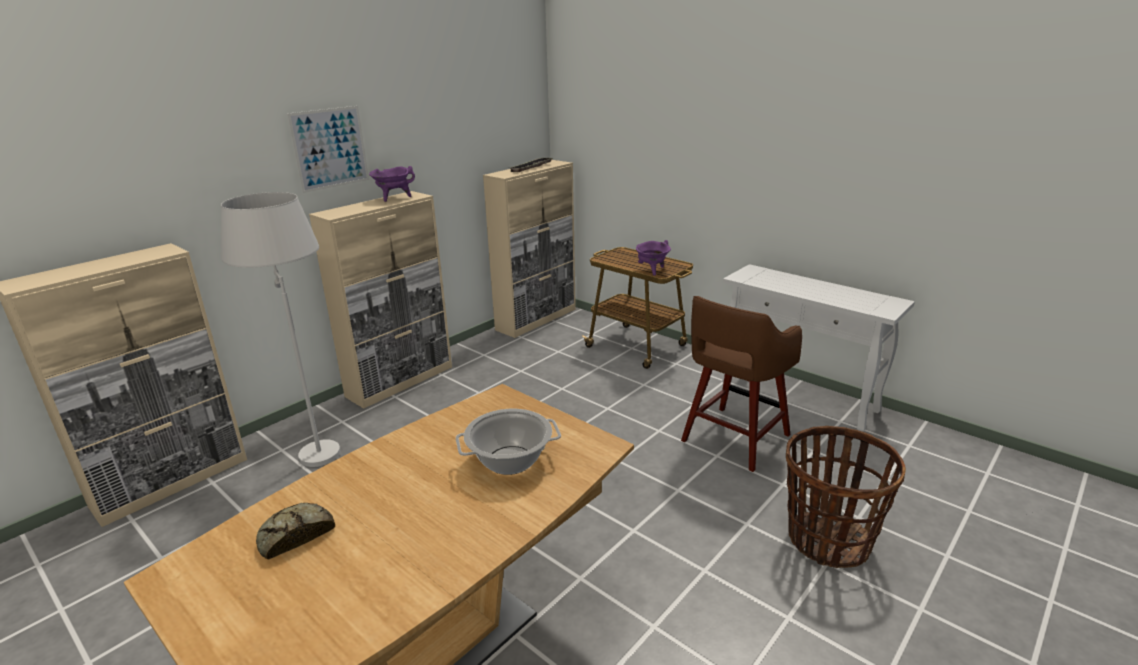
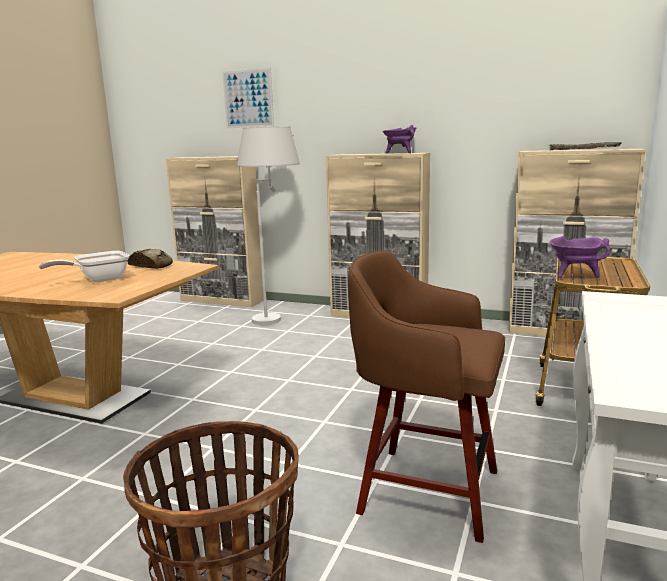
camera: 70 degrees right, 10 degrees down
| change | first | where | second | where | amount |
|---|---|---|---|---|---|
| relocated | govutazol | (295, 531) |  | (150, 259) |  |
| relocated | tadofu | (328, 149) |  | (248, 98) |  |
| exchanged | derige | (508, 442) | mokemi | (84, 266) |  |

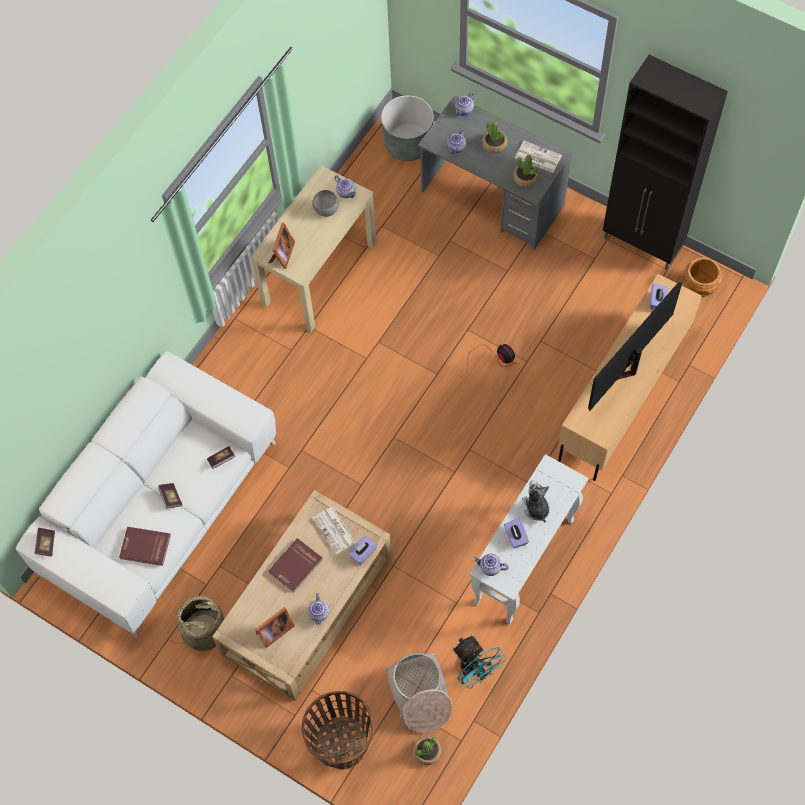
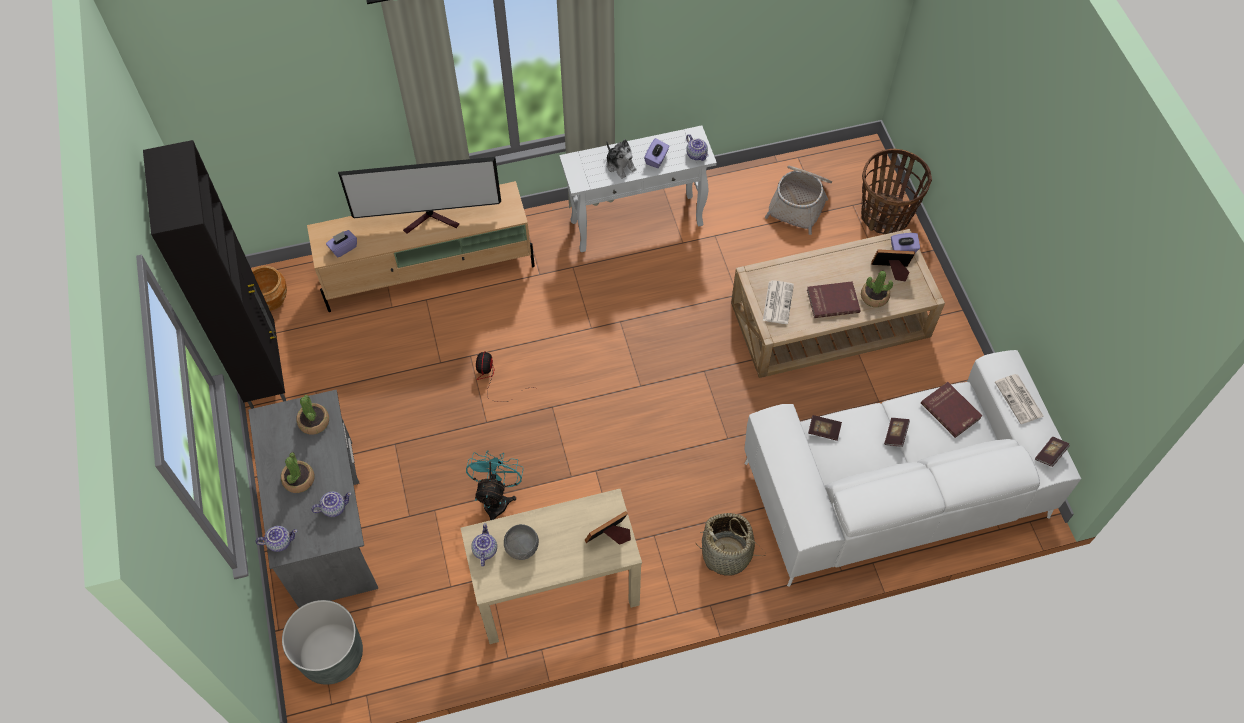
camera: 140 degrees left, 5 degrees down
| change | first | where | second | where | amount |
|---|---|---|---|---|---|
| missing | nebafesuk | (318, 609) |  |  |  |
| relocated | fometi | (200, 623) |  | (731, 544) |  |
| relocated | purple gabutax | (362, 550) |  | (905, 243) |  |
| relocated | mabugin | (427, 750) |  | (877, 289) |  |
| relocated | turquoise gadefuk | (479, 662) |  | (495, 485) |  |
| relocated | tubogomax | (538, 157) |  | (1019, 399) |  |
| spun | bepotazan | (536, 501) |  | (622, 159) | 60 degrees counterclockwise |

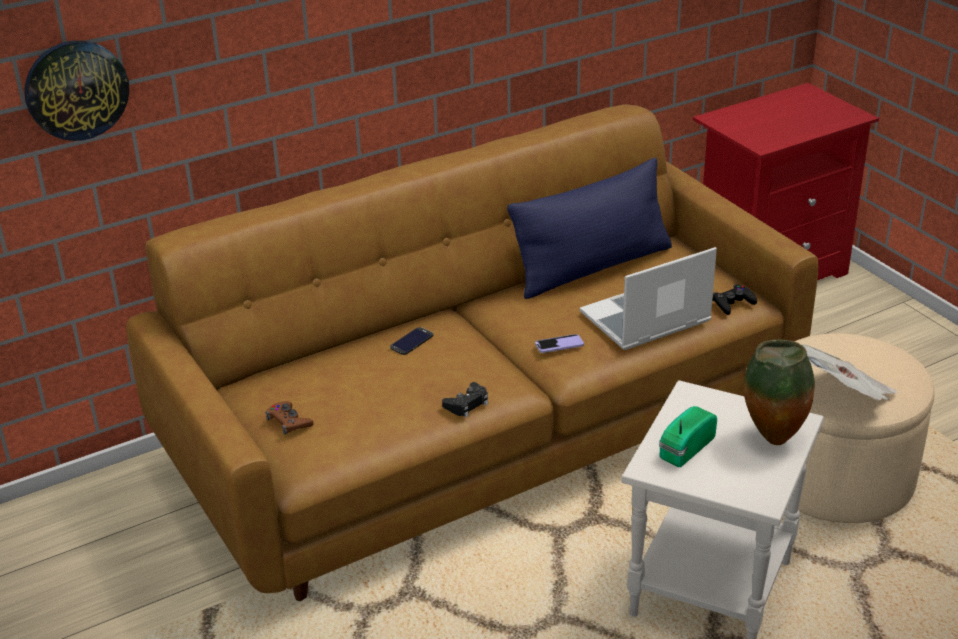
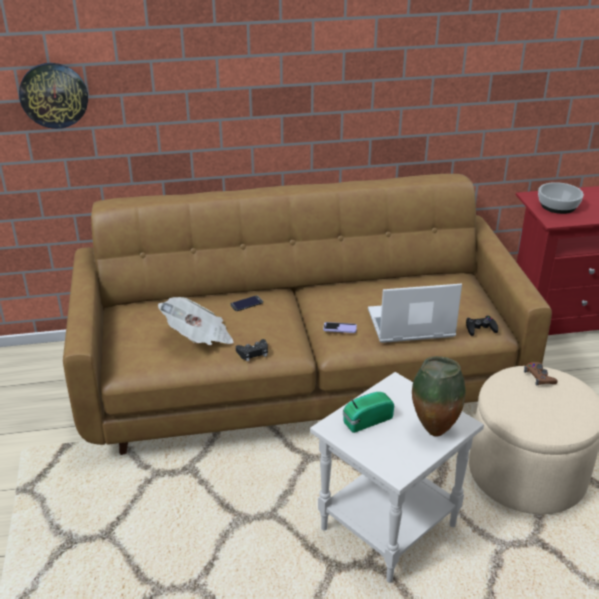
camera: 20 degrees right, 0 degrees up
| change | first | where | second | where | amount |
|---|---|---|---|---|---|
| missing | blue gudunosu | (589, 228) |  |  |  |
| appeared |  |  | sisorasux | (561, 198) |  |
| relocated | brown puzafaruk | (289, 418) |  | (541, 374) |  |
| relocated | tubogomax | (850, 372) |  | (196, 321) |  |

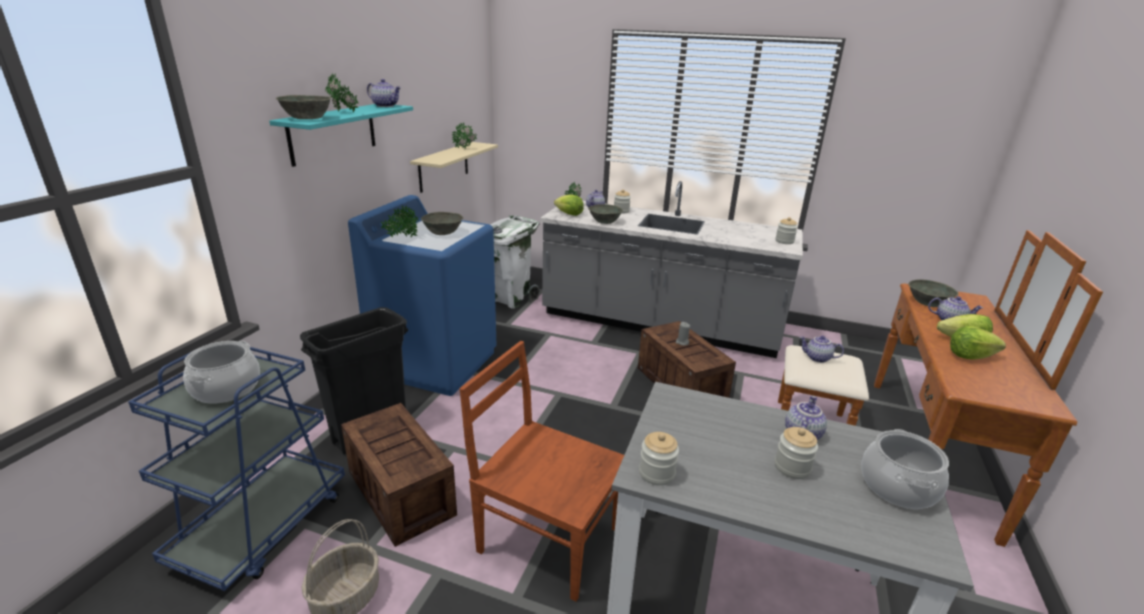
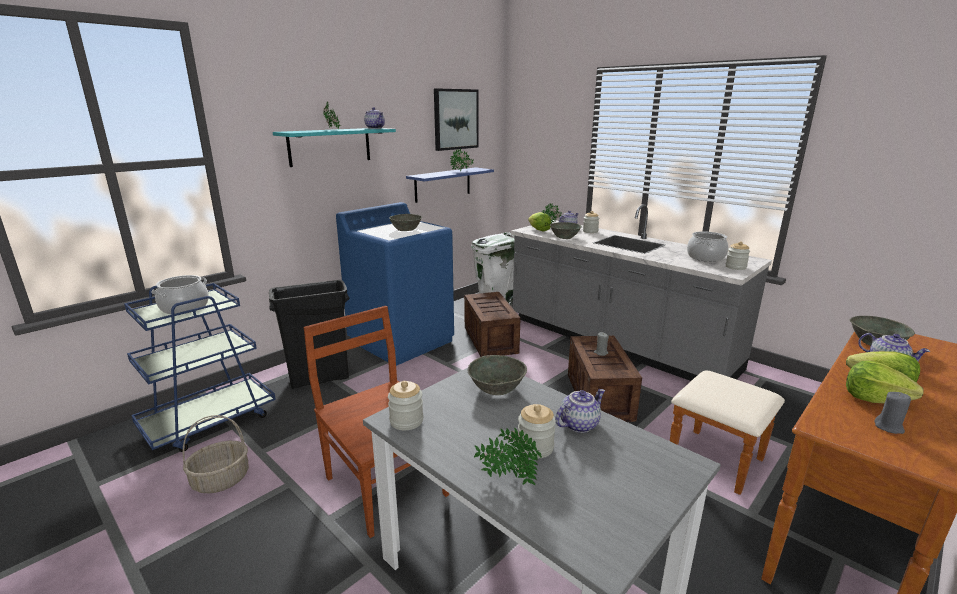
camera: 25 degrees right, 5 degrees down
| change | first | where | second | where | amount |
|---|---|---|---|---|---|
| missing | nebafesuk | (821, 349) |  |  |  |
| appeared |  |  | tadofu | (456, 119) |  |
| appeared |  |  | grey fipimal | (893, 413) |  |
| relocated | grey sisorasux | (303, 107) |  | (497, 375) |  |
| relocated | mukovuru | (399, 475) |  | (492, 324) |  |
| relocated | mabugin | (400, 222) |  | (508, 456) |  |
| relocated | derige | (905, 469) |  | (708, 246) |  |
| colour | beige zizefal | (454, 167) | blue zizefal | (450, 185) |  |

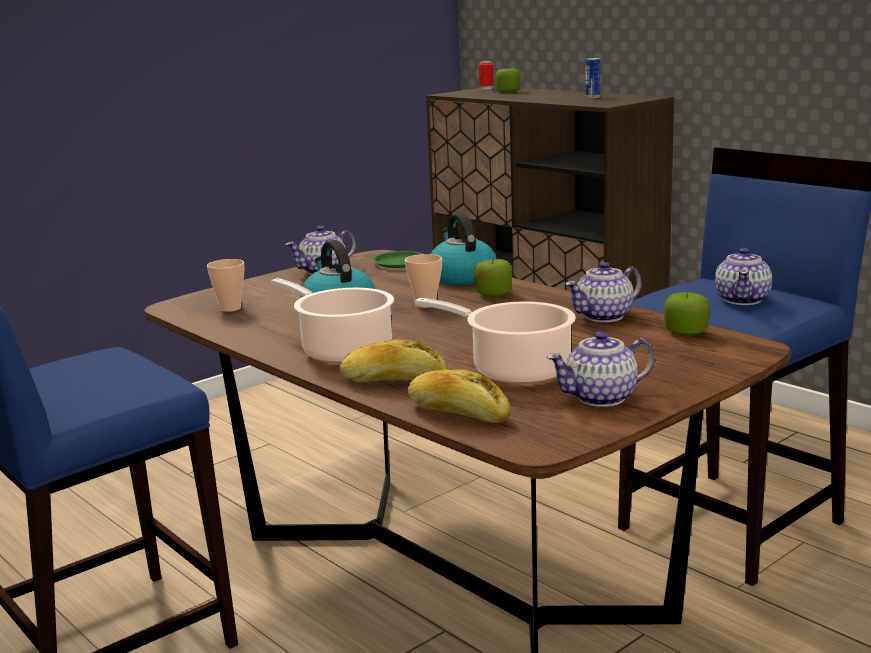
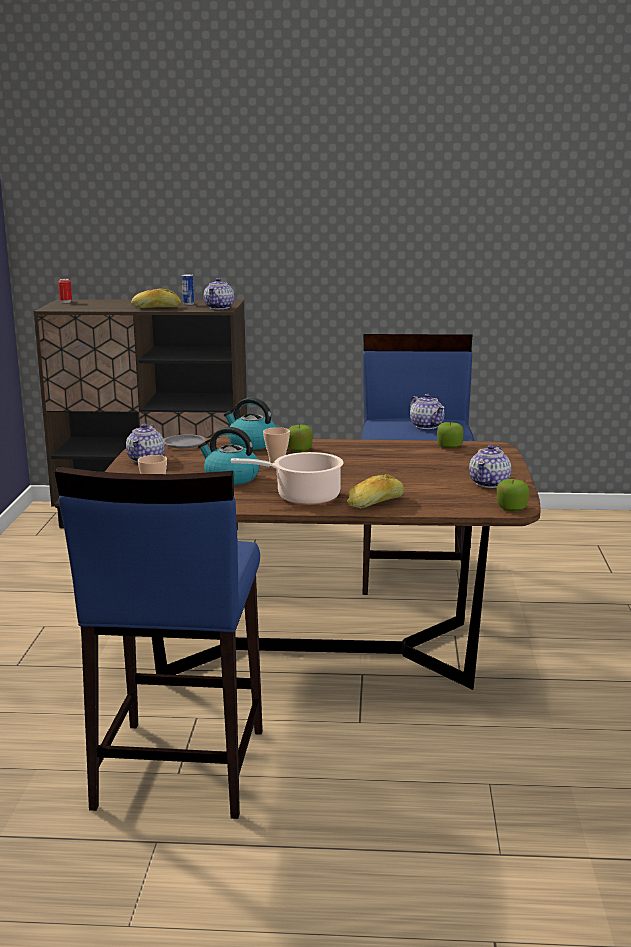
camera: 45 degrees left, 0 degrees up
| change | first | where | second | where | amount |
|---|---|---|---|---|---|
| missing | derige | (495, 341) |  |  |  |
| relocated | govutazol | (459, 396) |  | (156, 298) |  |
| relocated | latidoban | (508, 80) |  | (513, 495) |  |
| relocated | nebafesuk | (603, 292) |  | (219, 293) |  |
| colour | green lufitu | (397, 259) | grey lufitu | (185, 441) |  |

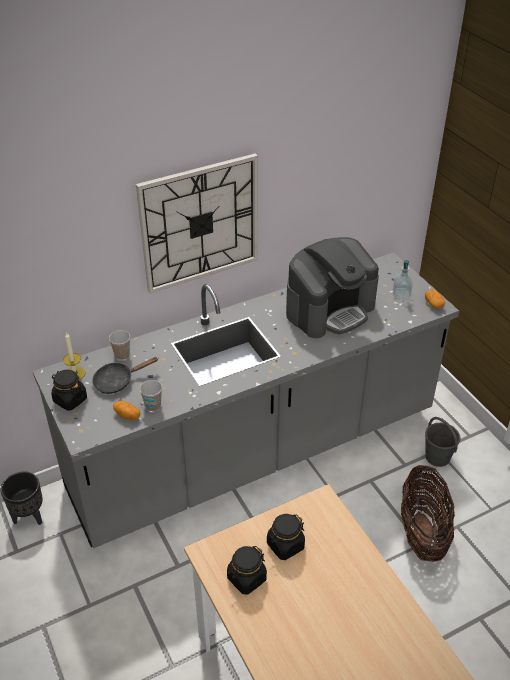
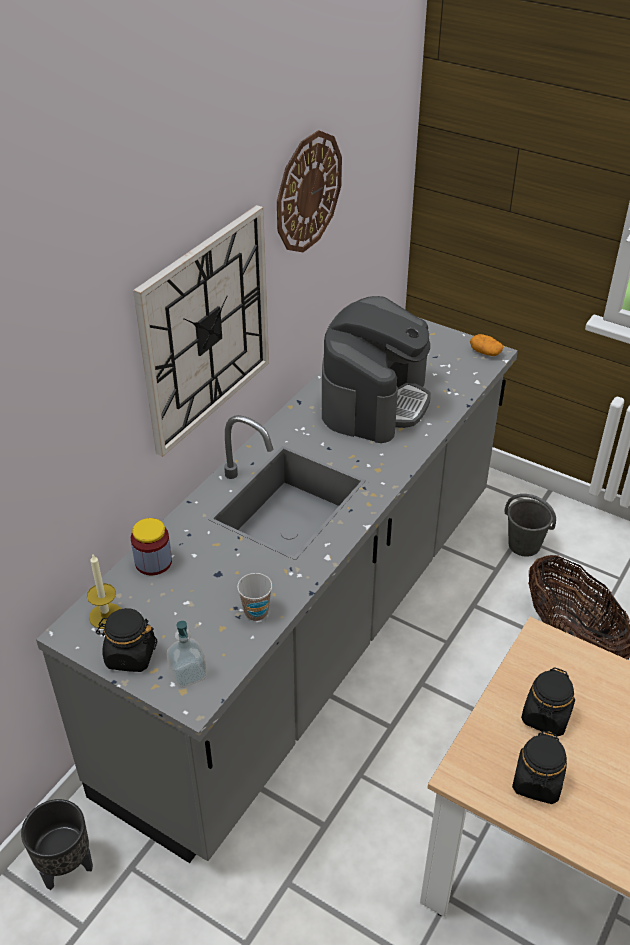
camera: 30 degrees left, 0 degrees up
| change | first | where | second | where | amount |
|---|---|---|---|---|---|
| missing | black mokemi | (125, 375) |  |  |  |
| missing | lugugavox | (127, 410) |  |  |  |
| appeared |  |  | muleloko | (309, 191) |  |
| relocated | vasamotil | (403, 279) |  | (187, 654) |  |
| exchanged | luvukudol | (119, 345) | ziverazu | (151, 546) |  |

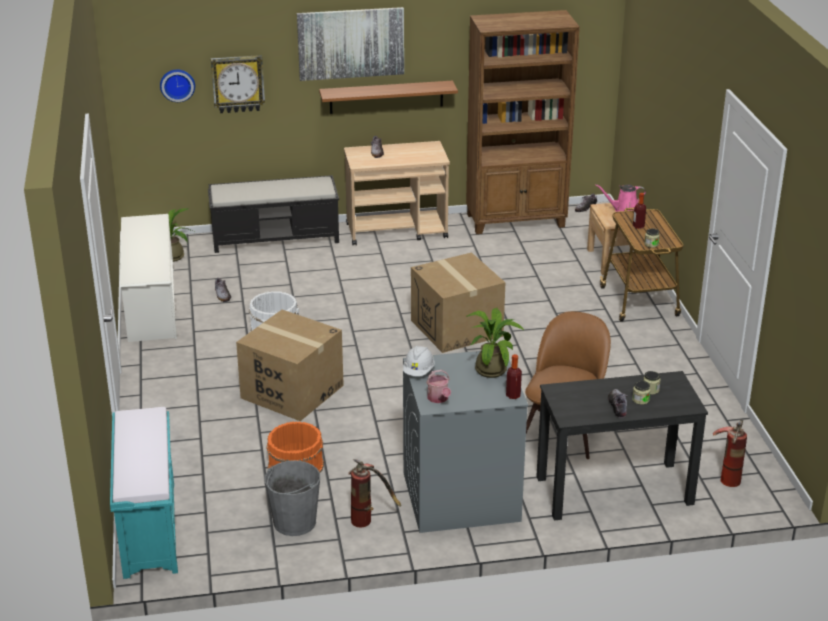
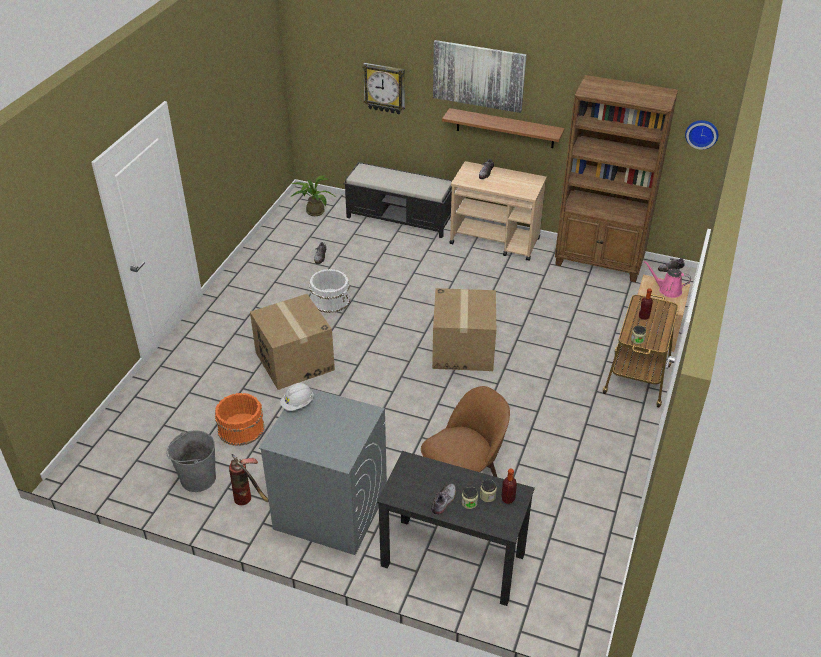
camera: 30 degrees right, 10 degrees up
| change | first | where | second | where | amount |
|---|---|---|---|---|---|
| missing | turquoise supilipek | (144, 493) |  |  |  |
| missing | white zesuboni | (148, 278) |  |  |  |
| missing | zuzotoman | (438, 386) |  |  |  |
| missing | mabugin | (495, 343) |  |  |  |
| missing | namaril | (730, 453) |  |  |  |
| relocated | muleloko | (177, 86) |  | (701, 135) |  |
| relocated | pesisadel | (514, 376) |  | (509, 486) |  |

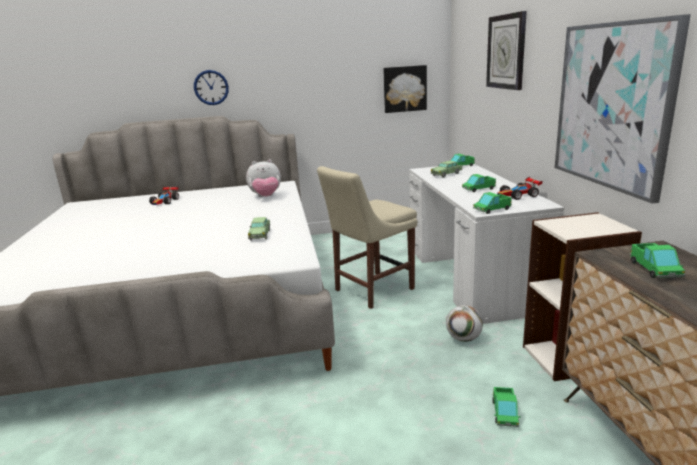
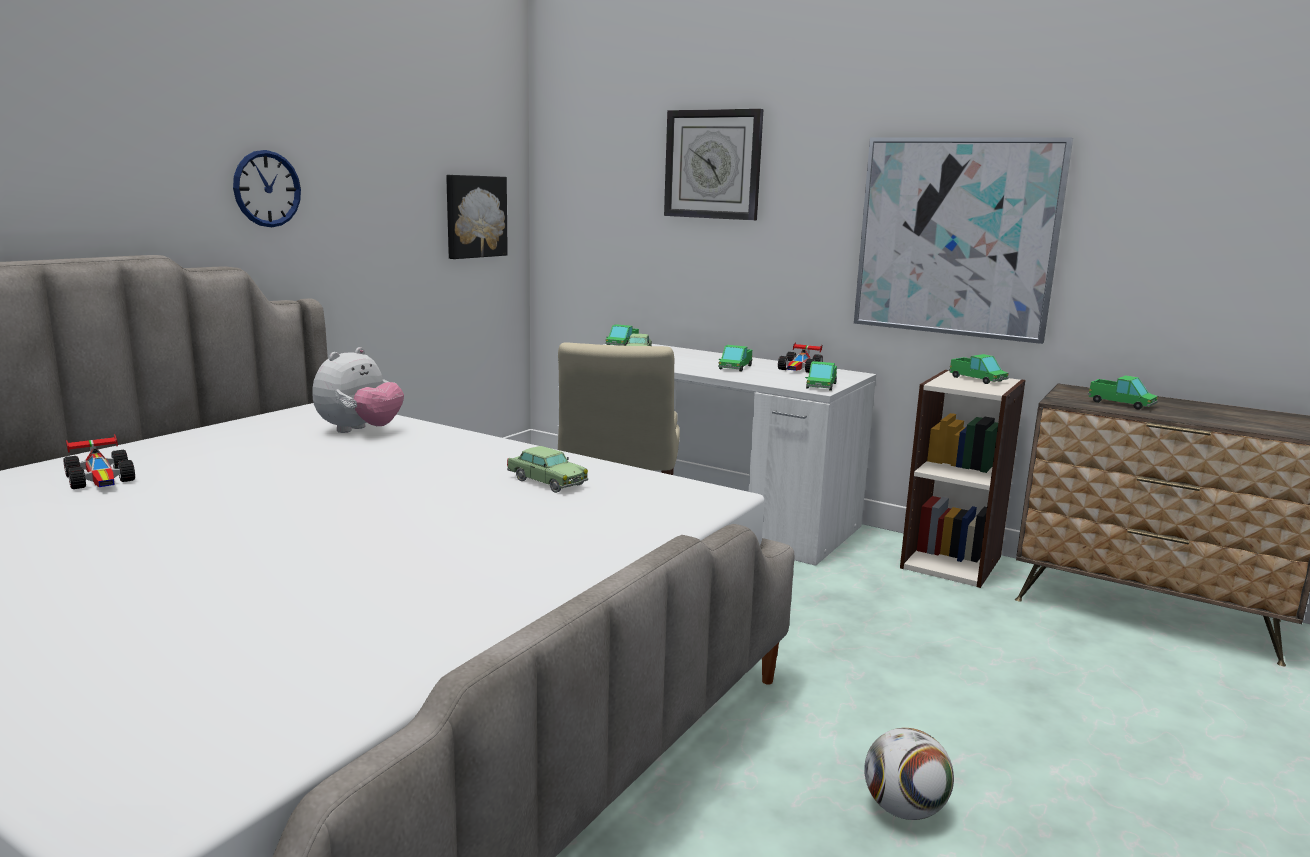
camera: 50 degrees left, 5 degrees down
| change | first | where | second | where | amount |
|---|---|---|---|---|---|
| relocated | muleloko | (211, 87) |  | (267, 188) |  |
| relocated | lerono | (464, 323) |  | (909, 774) |  |
| relocated | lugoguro | (506, 407) |  | (979, 369) |  |

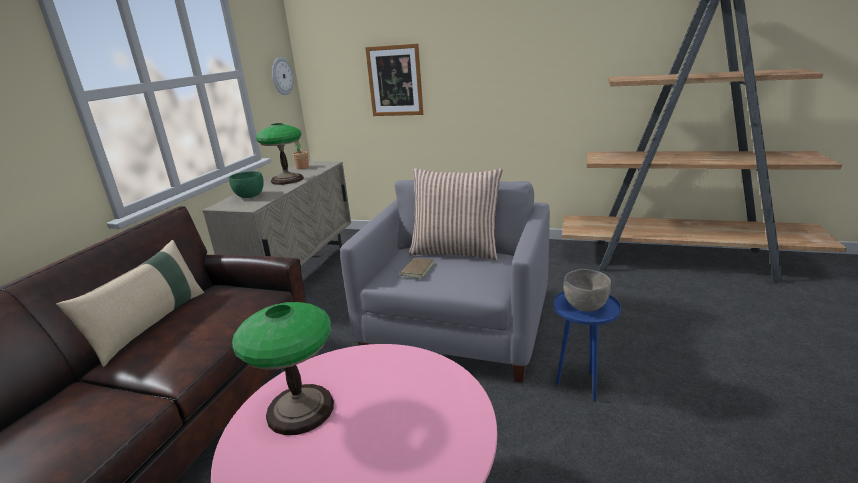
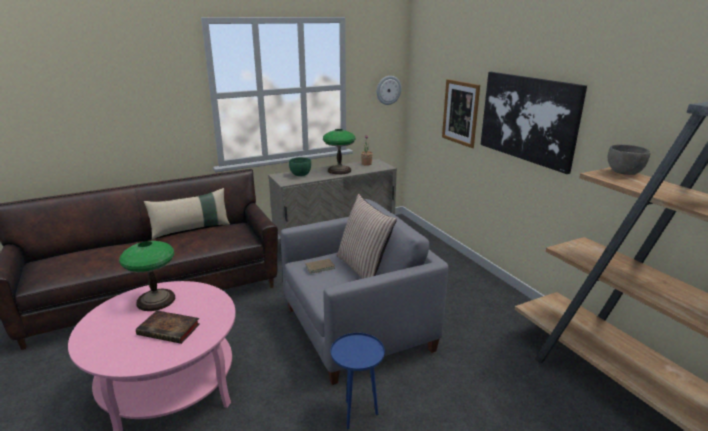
camera: 45 degrees right, 0 degrees up
| change | first | where | second | where | amount |
|---|---|---|---|---|---|
| appeared |  |  | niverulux | (168, 327) |  |
| appeared |  |  | tadofu | (533, 123) |  |
| relocated | grey sisorasux | (587, 290) |  | (629, 159) |  |

